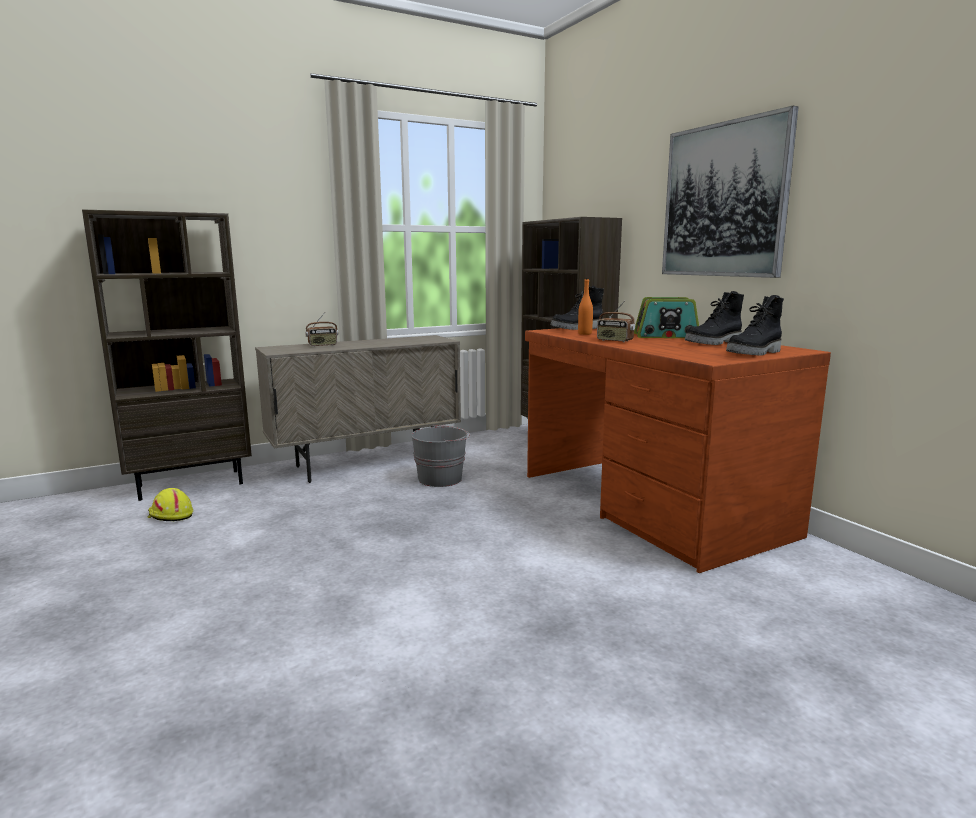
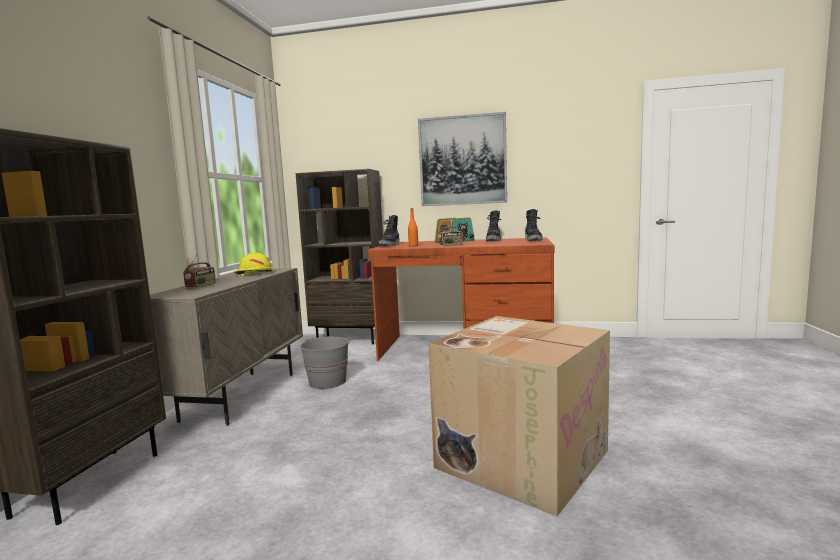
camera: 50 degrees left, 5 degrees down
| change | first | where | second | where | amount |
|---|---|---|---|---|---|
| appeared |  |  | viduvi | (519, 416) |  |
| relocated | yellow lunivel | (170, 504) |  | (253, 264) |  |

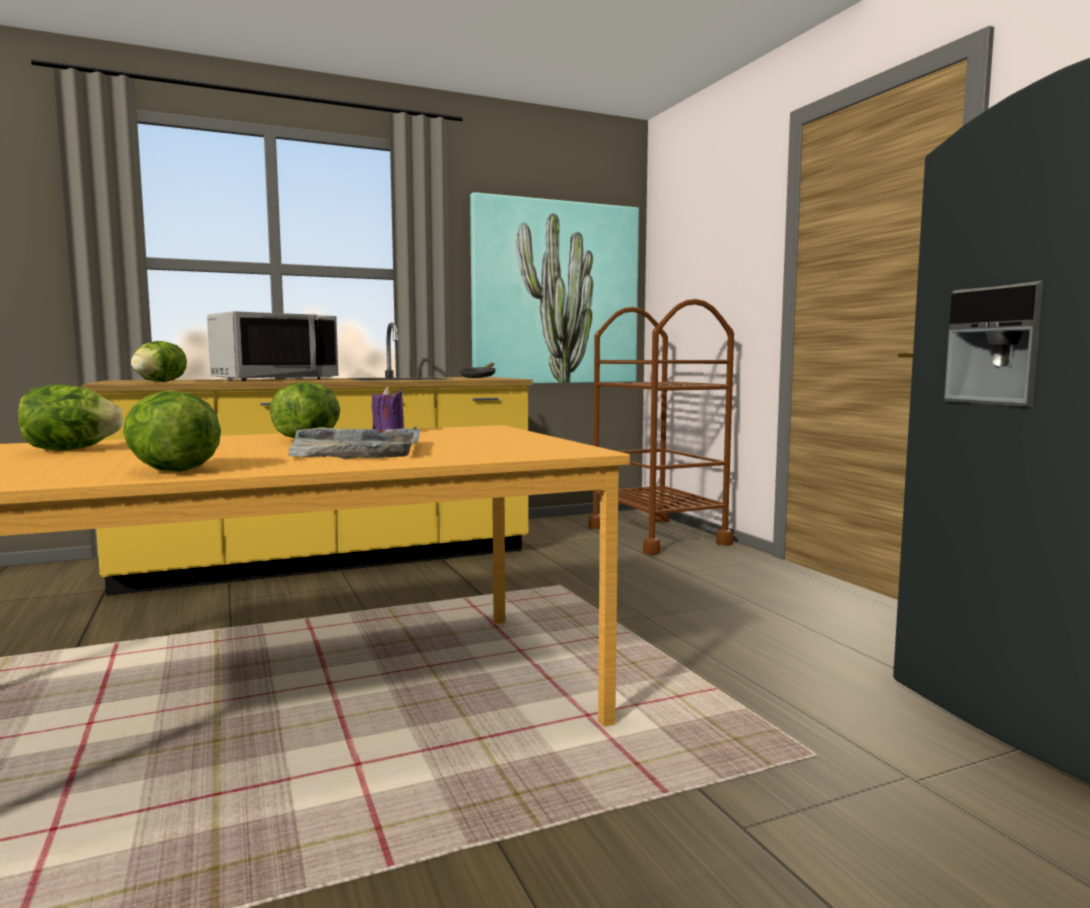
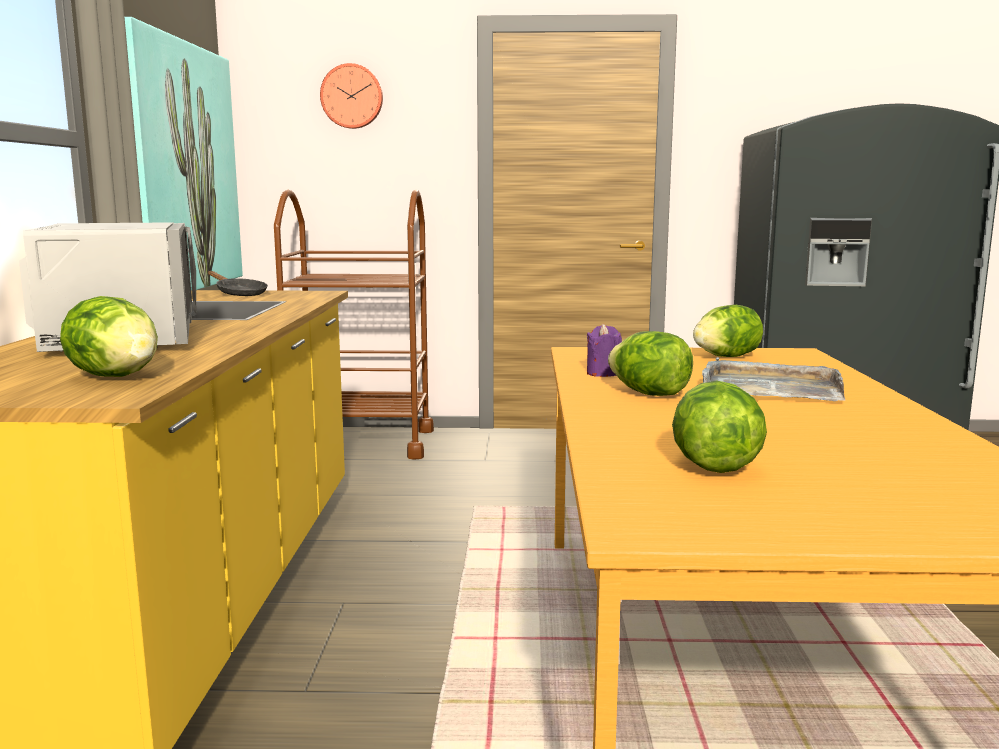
camera: 65 degrees left, 5 degrees up
| change | first | where | second | where | amount |
|---|---|---|---|---|---|
| appeared |  |  | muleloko | (351, 96) |  |
| relocated | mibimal | (172, 431) |  | (728, 331) |  |

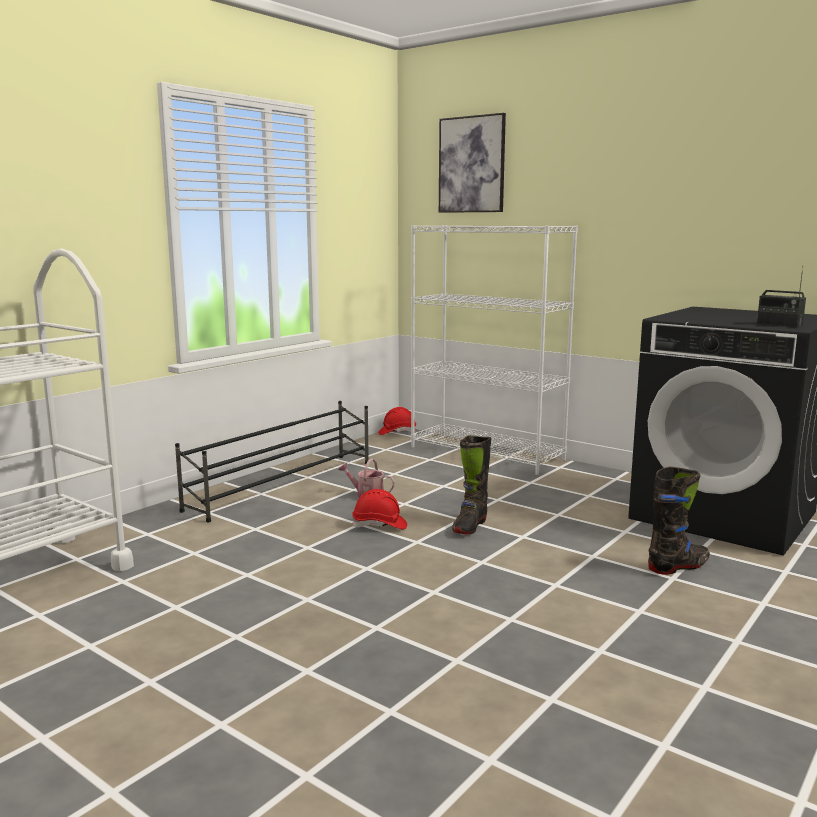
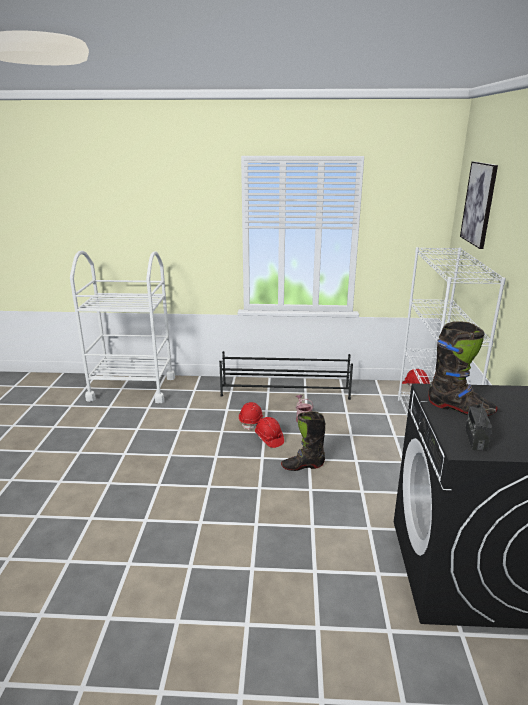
camera: 55 degrees right, 10 degrees up
| change | first | where | second | where | amount |
|---|---|---|---|---|---|
| appeared |  |  | red lunivel | (251, 416) |  |
| relocated | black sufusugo | (679, 521) |  | (463, 368) |  |

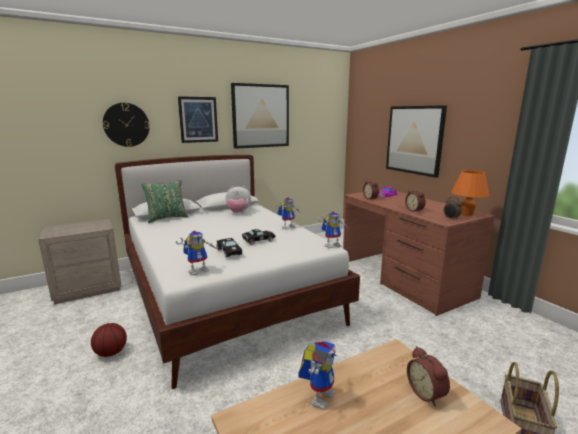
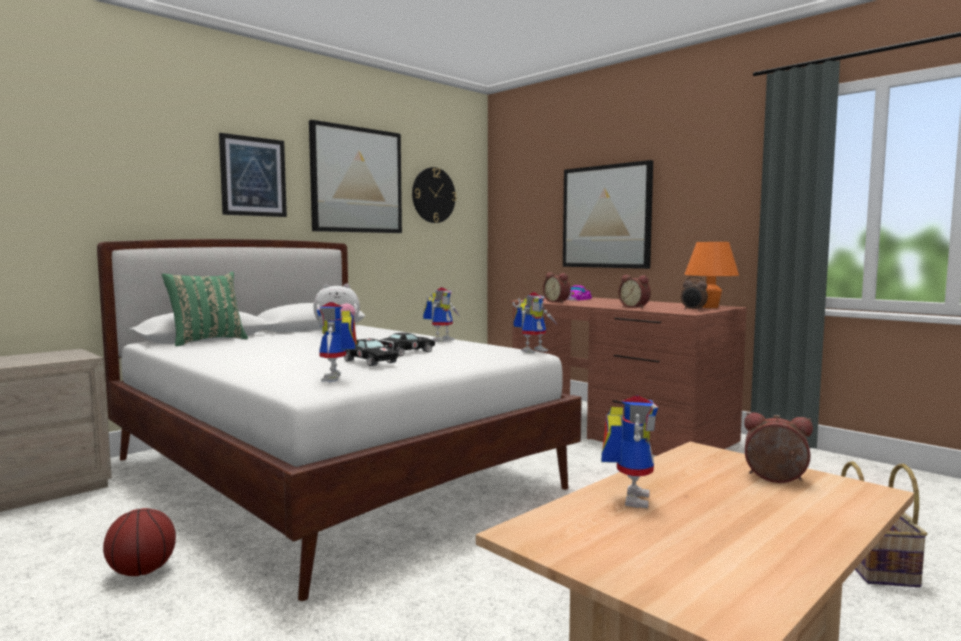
camera: 15 degrees left, 10 degrees down
| change | first | where | second | where | amount |
|---|---|---|---|---|---|
| relocated | muleloko | (126, 125) |  | (434, 195) |  |
| spun | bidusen | (197, 252) |  | (336, 342) | 135 degrees clockwise |
| spun | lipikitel | (428, 376) |  | (778, 447) | 150 degrees clockwise |

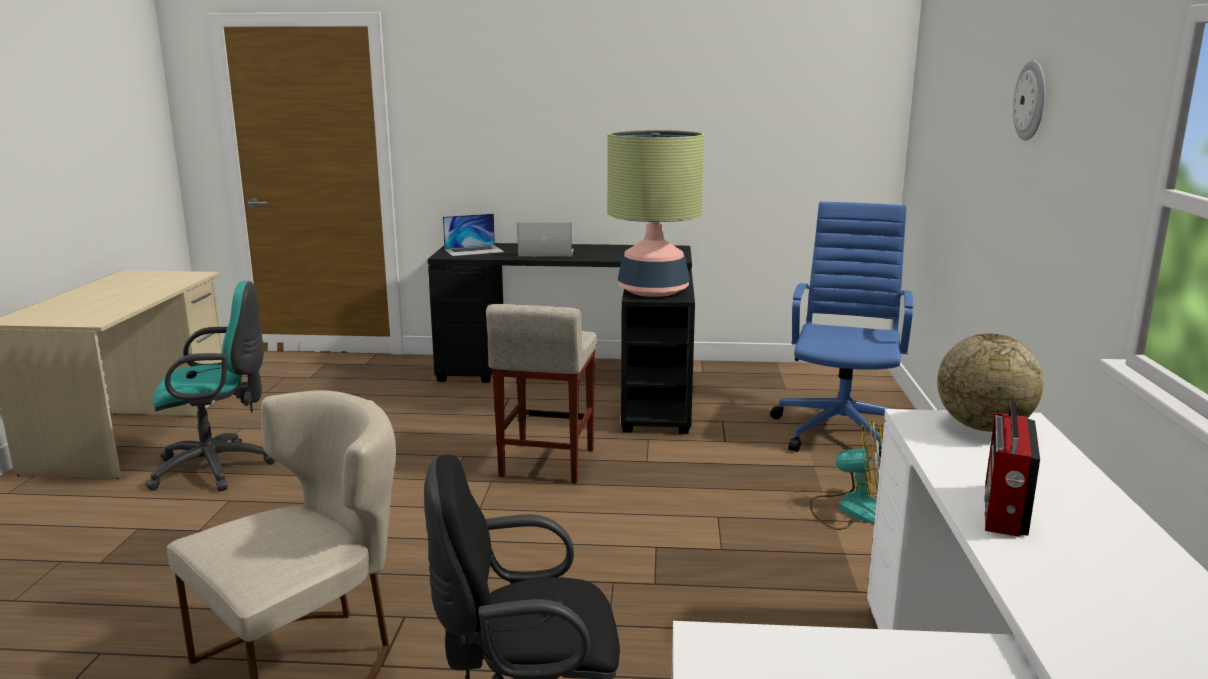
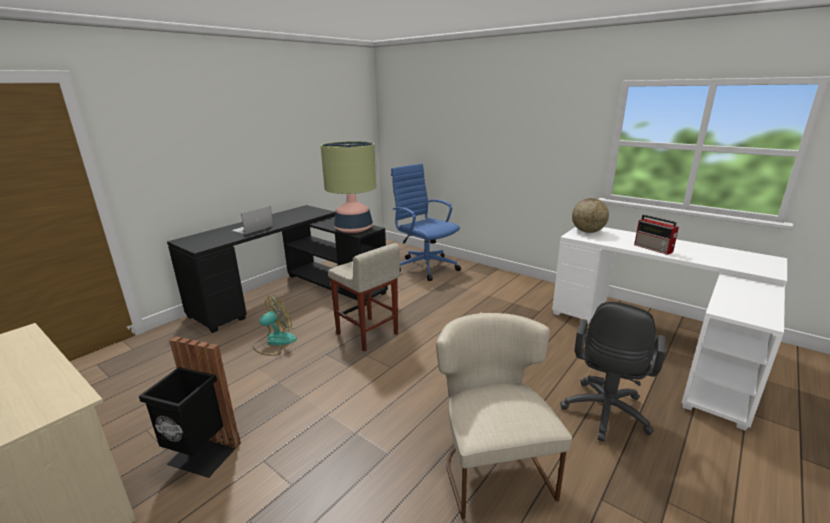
camera: 55 degrees left, 5 degrees up
| change | first | where | second | where | amount |
|---|---|---|---|---|---|
| missing | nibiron | (473, 235) |  |  |  |
| missing | muleloko | (1029, 101) |  |  |  |
| relocated | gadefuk | (846, 474) |  | (275, 325) |  |
| exchanged | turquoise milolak | (210, 386) | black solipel | (190, 407) |  |

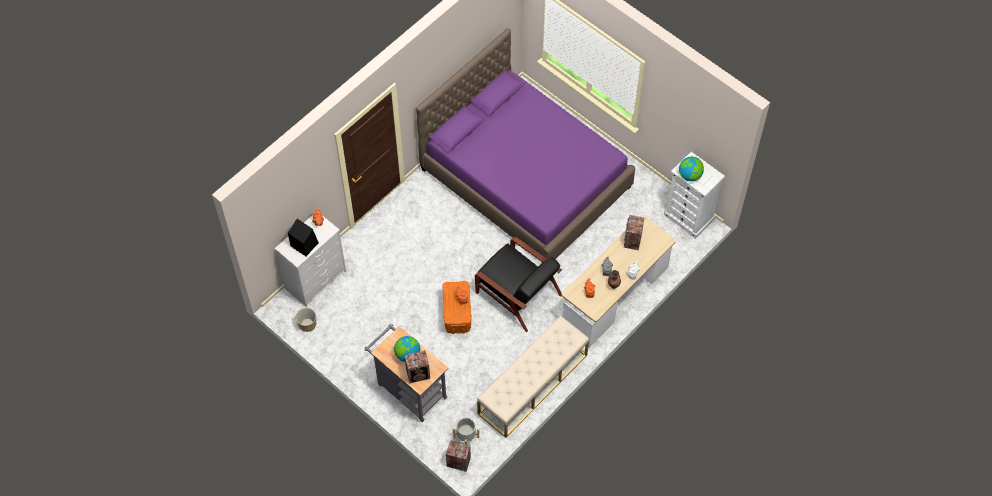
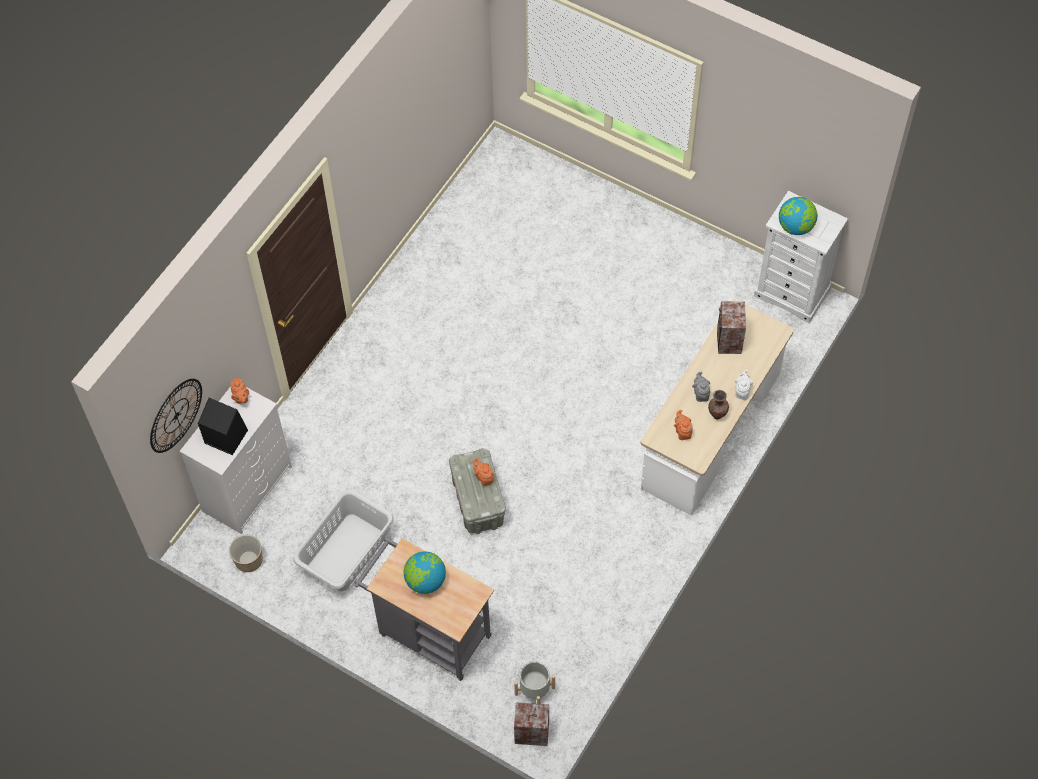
camera: 10 degrees left, 0 degrees up
| change | first | where | second | where | amount |
|---|---|---|---|---|---|
| missing | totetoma | (417, 367) |  |  |  |
| missing | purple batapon | (525, 143) |  |  |  |
| missing | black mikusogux | (518, 284) |  |  |  |
| missing | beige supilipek | (533, 377) |  |  |  |
| appeared |  |  | muleloko | (176, 416) |  |
| appeared |  |  | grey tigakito | (343, 540) |  |
| colour | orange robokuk | (457, 307) | grey robokuk | (477, 491) |  |

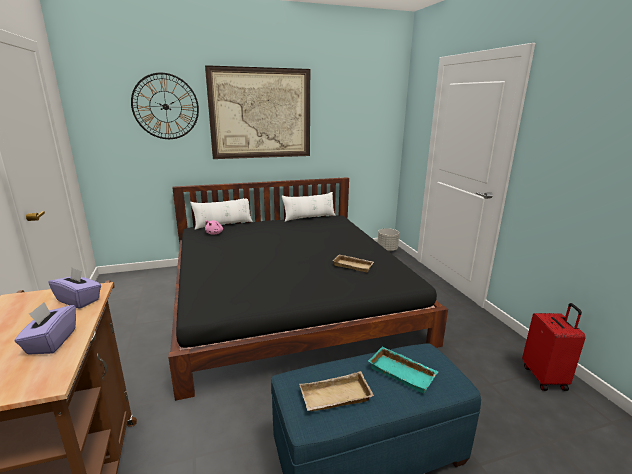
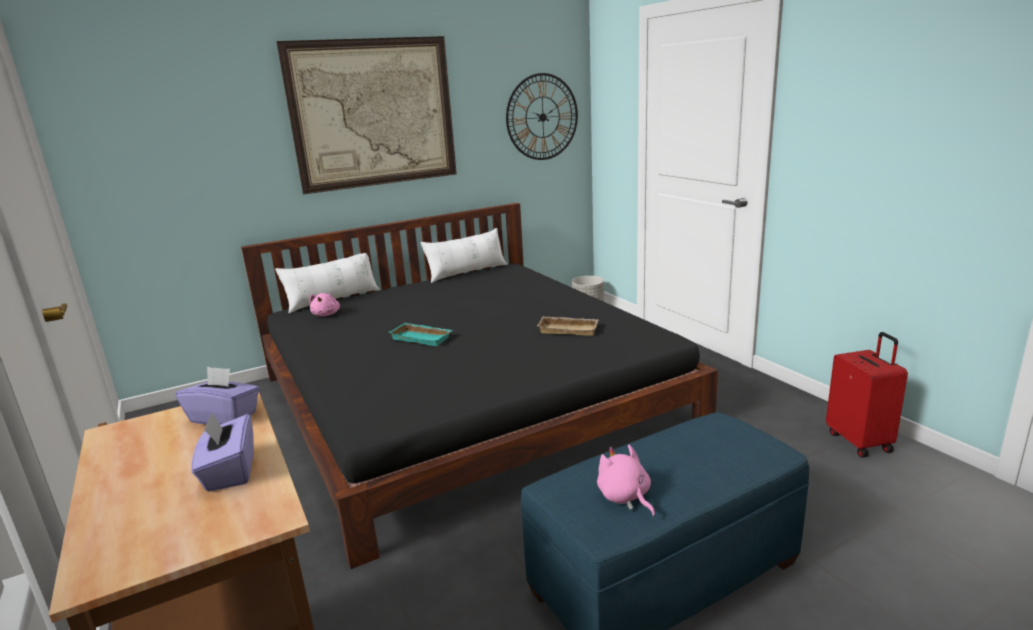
camera: 10 degrees left, 0 degrees up
| change | first | where | second | where | amount |
|---|---|---|---|---|---|
| relocated | muleloko | (165, 106) |  | (542, 116) |  |
| relocated | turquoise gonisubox | (403, 370) |  | (421, 334) |  |
| exchanged | beige gonisubox | (336, 391) | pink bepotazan | (626, 480) |  |

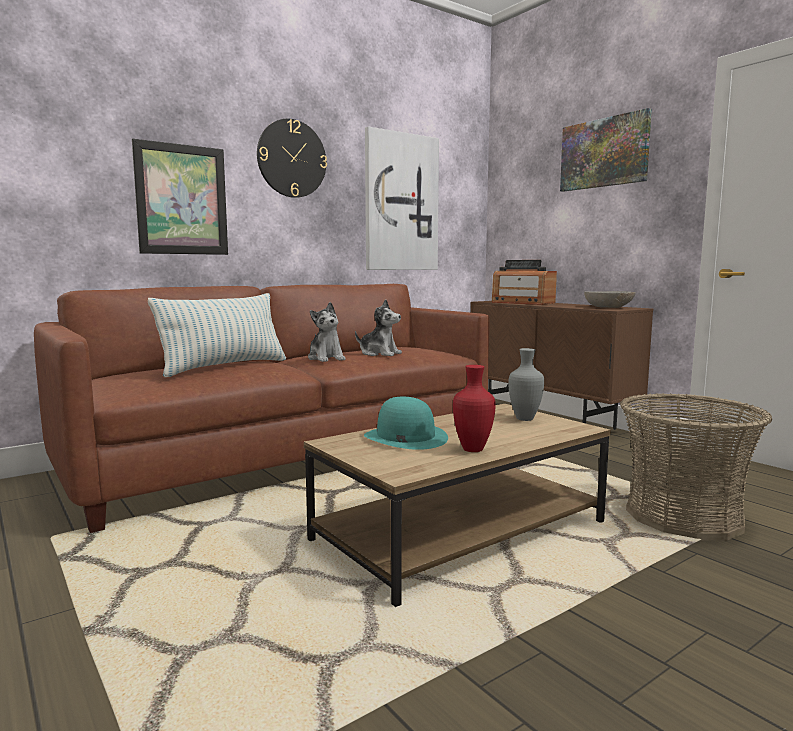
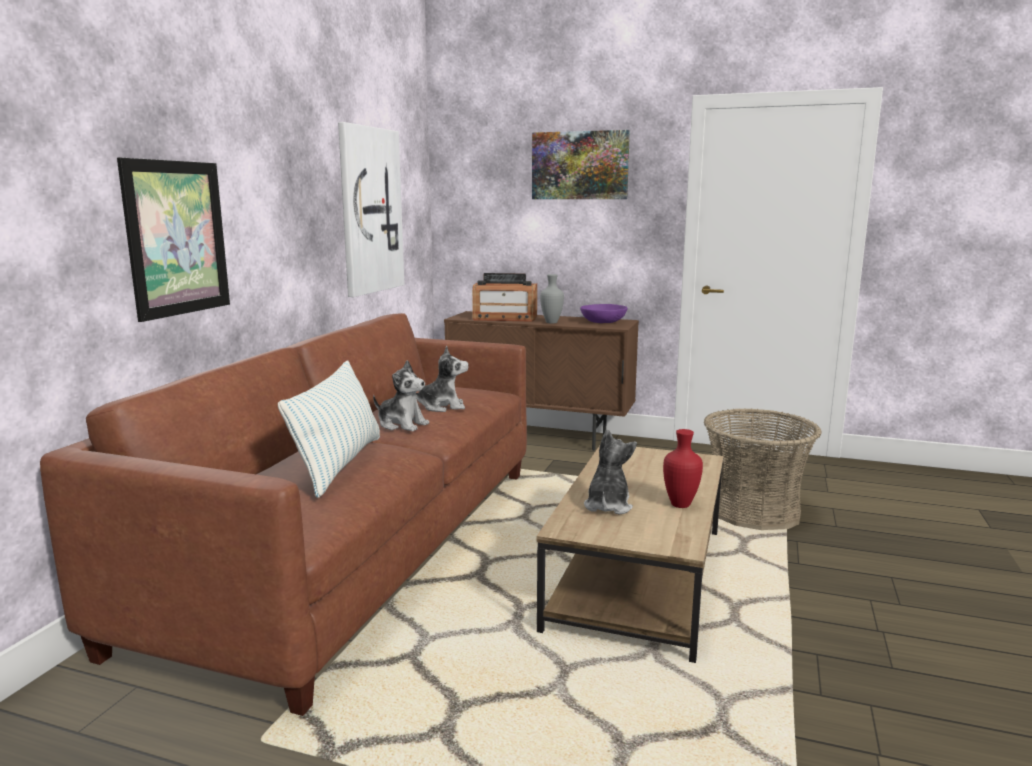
camera: 35 degrees left, 5 degrees up
| change | first | where | second | where | amount |
|---|---|---|---|---|---|
| missing | muleloko | (292, 158) |  |  |  |
| relocated | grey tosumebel | (526, 384) |  | (552, 299) |  |
| exchanged | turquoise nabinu | (406, 423) | bepotazan | (610, 472) |  |
| colour | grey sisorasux | (610, 299) | purple sisorasux | (604, 313) |  |

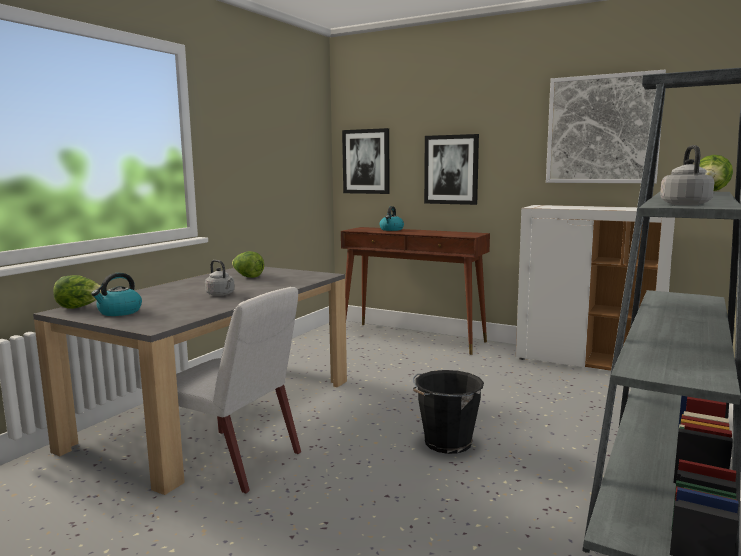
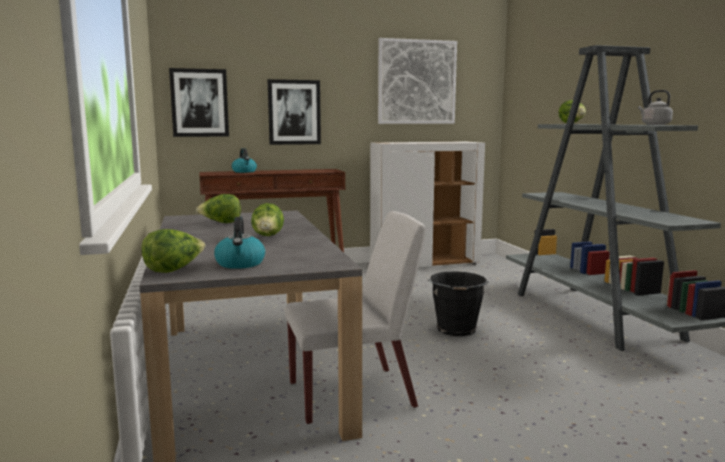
camera: 45 degrees left, 0 degrees up
| change | first | where | second | where | amount |
|---|---|---|---|---|---|
| exchanged | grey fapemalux | (220, 278) | mibimal | (267, 219) |  |

